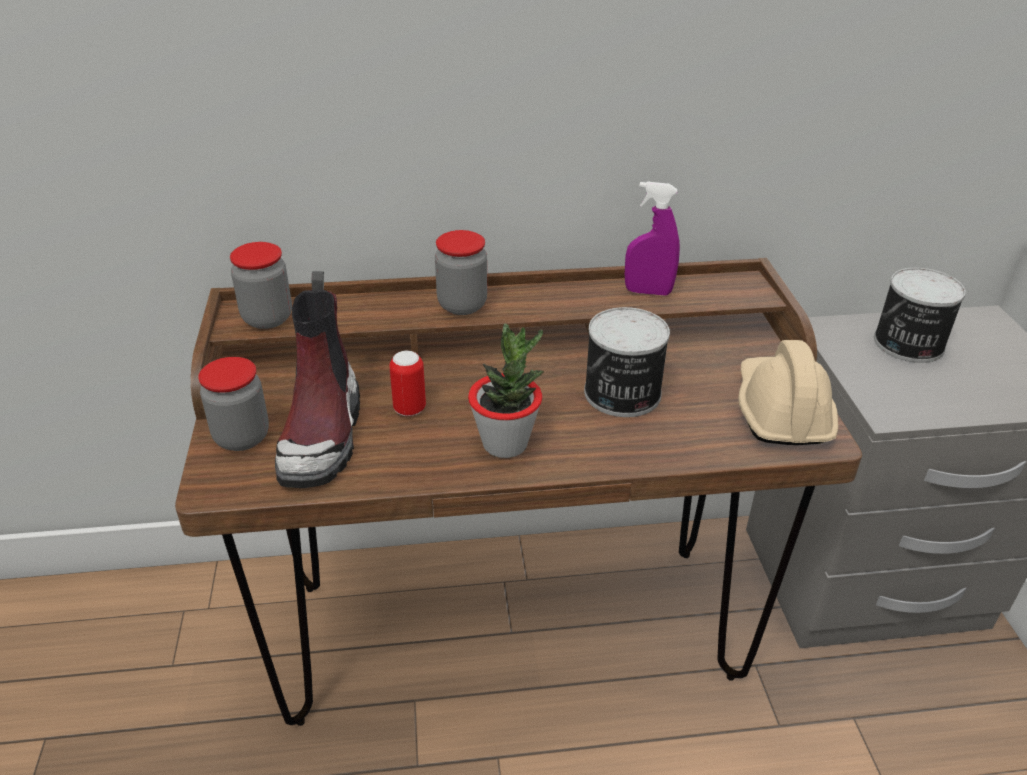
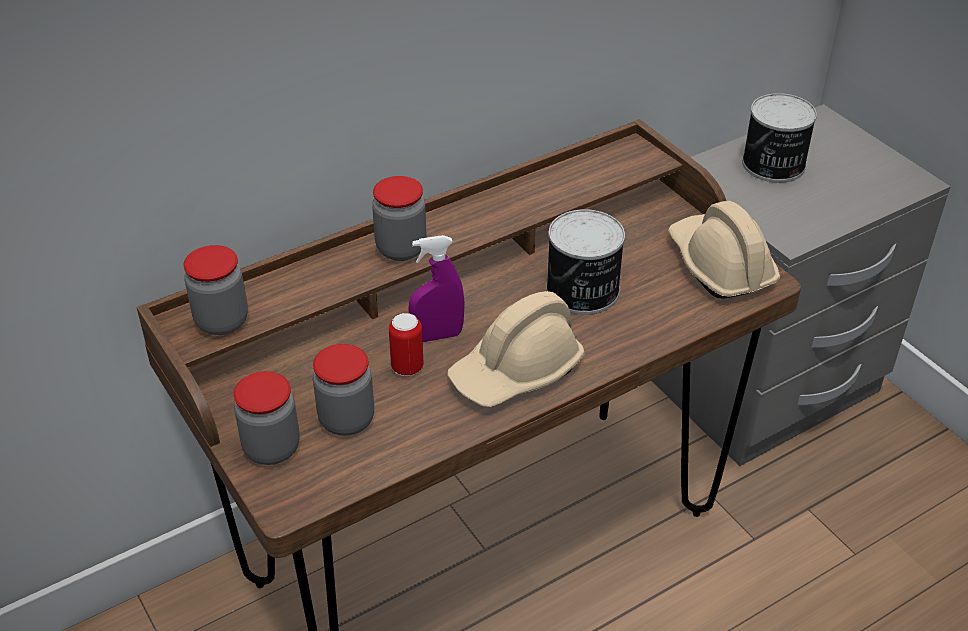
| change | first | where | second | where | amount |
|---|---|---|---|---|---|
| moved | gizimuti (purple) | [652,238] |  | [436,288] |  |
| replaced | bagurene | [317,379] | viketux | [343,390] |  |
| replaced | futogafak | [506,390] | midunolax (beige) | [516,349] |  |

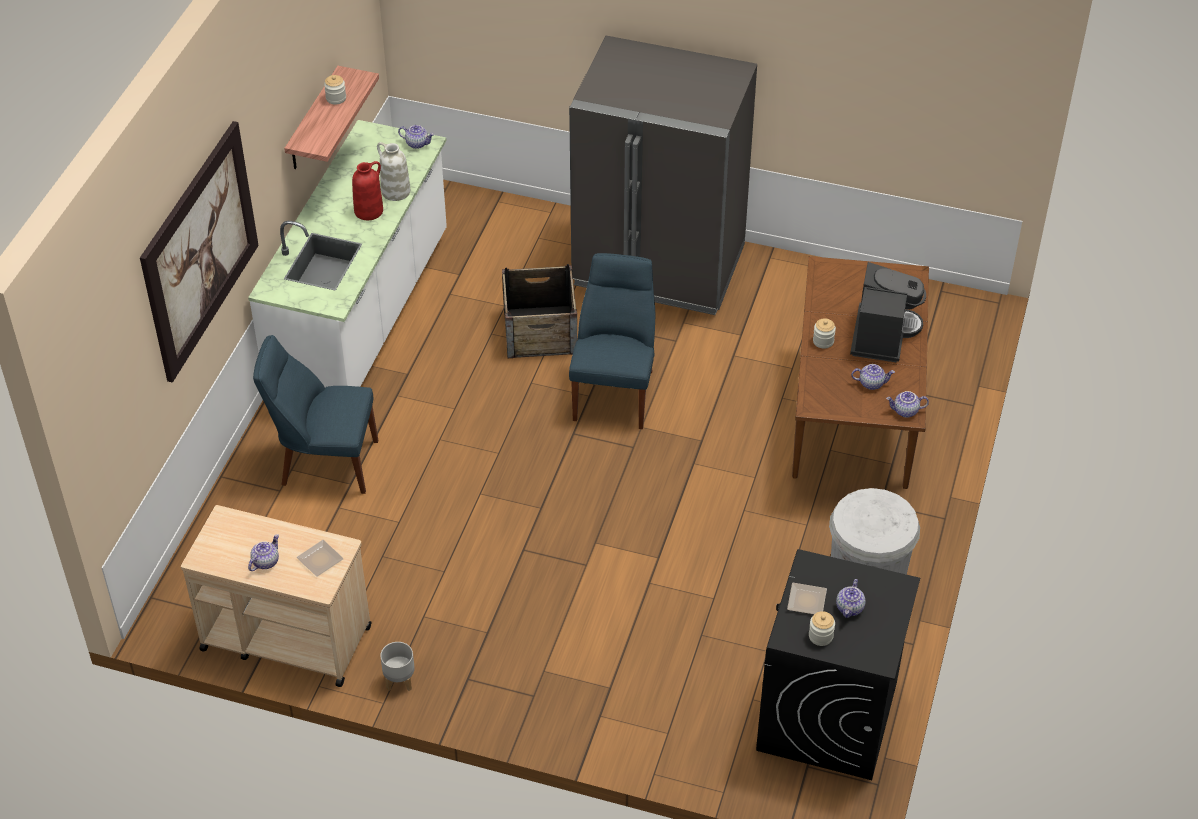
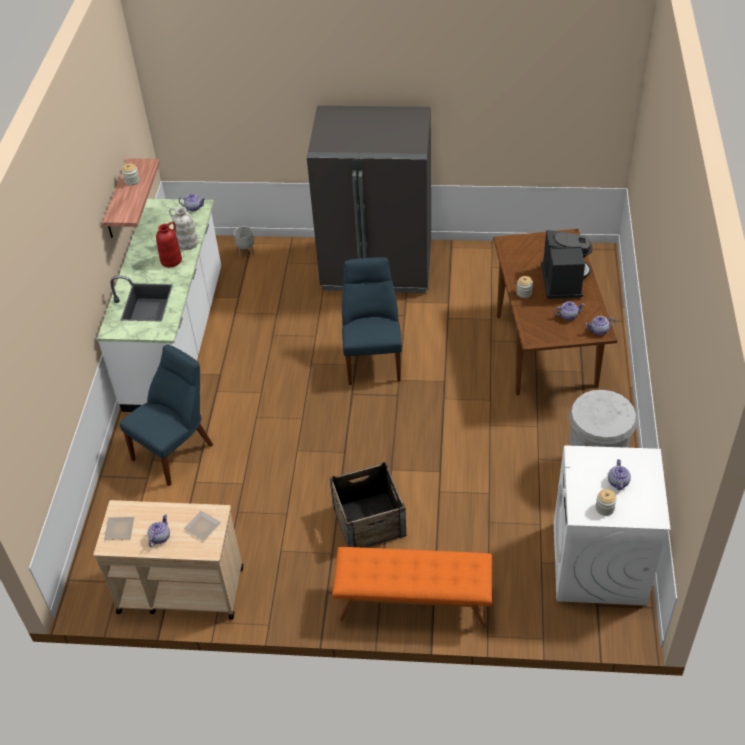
| change | first | where | second | where | amount |
|---|---|---|---|---|---|
| removed | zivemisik | [199,252] |  |  |  |
| moved | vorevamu | [539,311] |  | [368,505] |  |
| turned | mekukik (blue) | [315,414] |  | [166,415] | 135 degrees clockwise |
| recoloured | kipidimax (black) | [838,664] | kipidimax (white) | [612,525] |  |
| moved | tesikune | [807,598] |  | [119,528] |  |
| moved | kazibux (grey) | [397,666] |  | [244,242] |  |
| added |  |  | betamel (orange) | [412,587] |  |

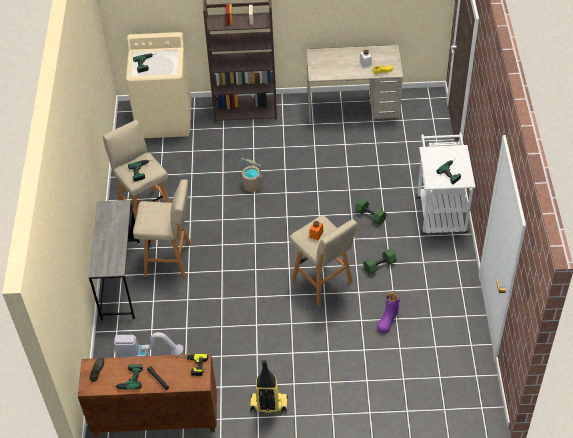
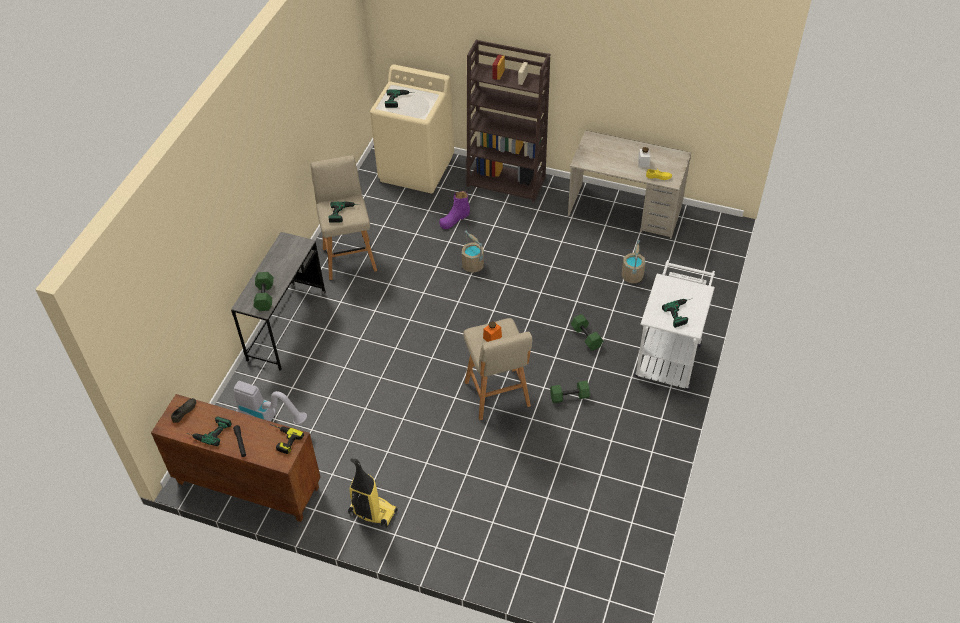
| change | first | where | second | where | amount |
|---|---|---|---|---|---|
| removed | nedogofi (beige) | [162,228] |  |  |  |
| moved | bagurene (purple) | [388,312] |  | [454,210] |  |
| added |  |  | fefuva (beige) | [634,261] |  |
| added |  |  | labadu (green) | [263,291] |  |

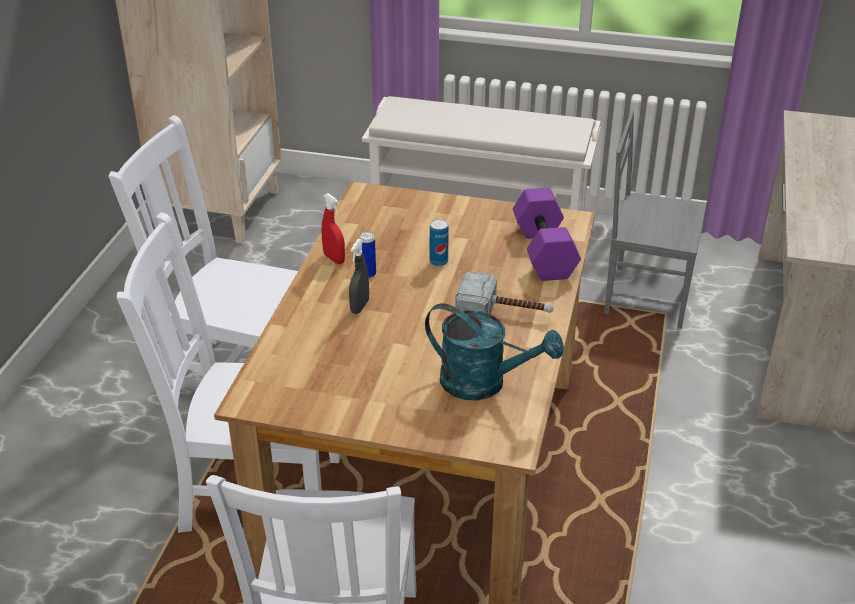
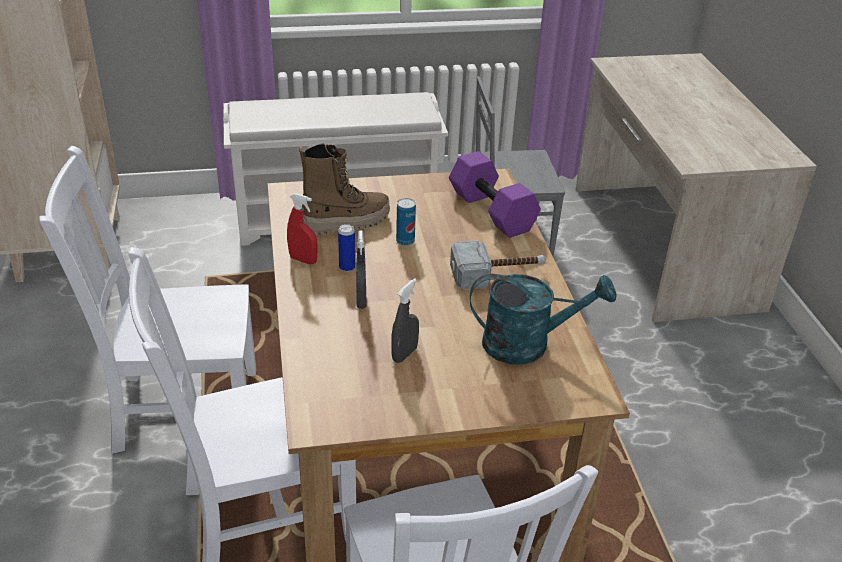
| change | first | where | second | where | amount |
|---|---|---|---|---|---|
| added |  |  | bagurene | [344,189] |  |
| added |  |  | gizimuti (grey) | [405,320] |  |

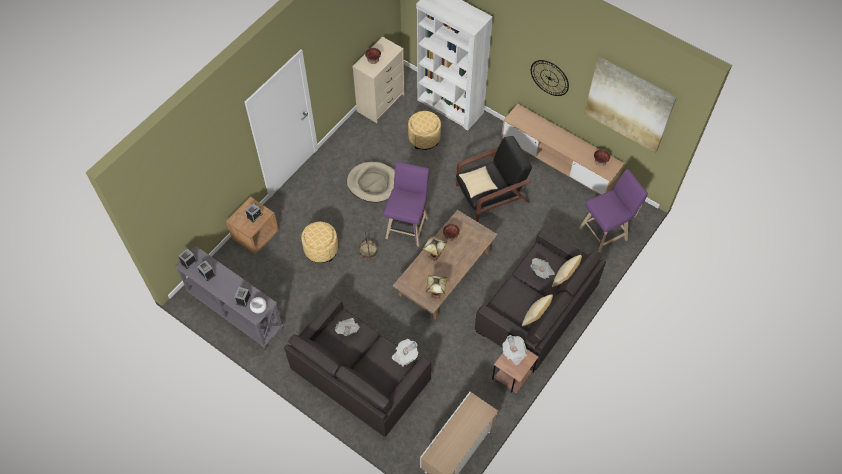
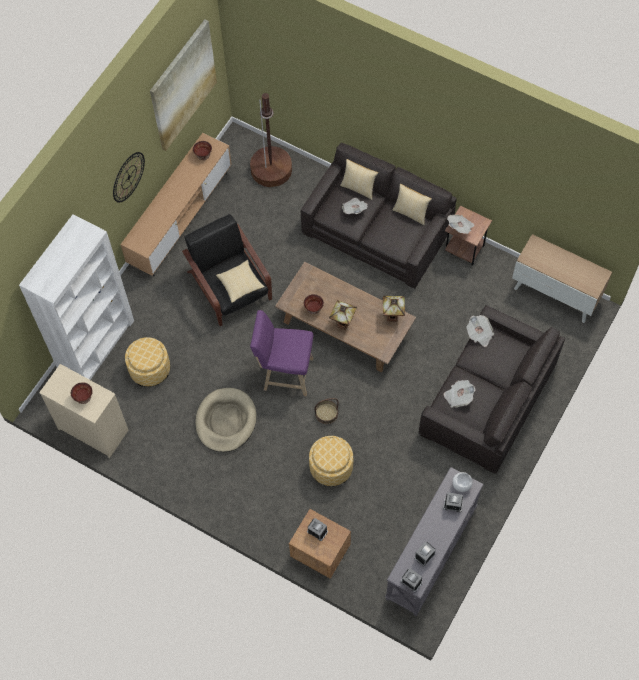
| change | first | where | second | where | amount |
|---|---|---|---|---|---|
| replaced | nedogofi (purple) | [613,211] | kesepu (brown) | [271,140] |  |

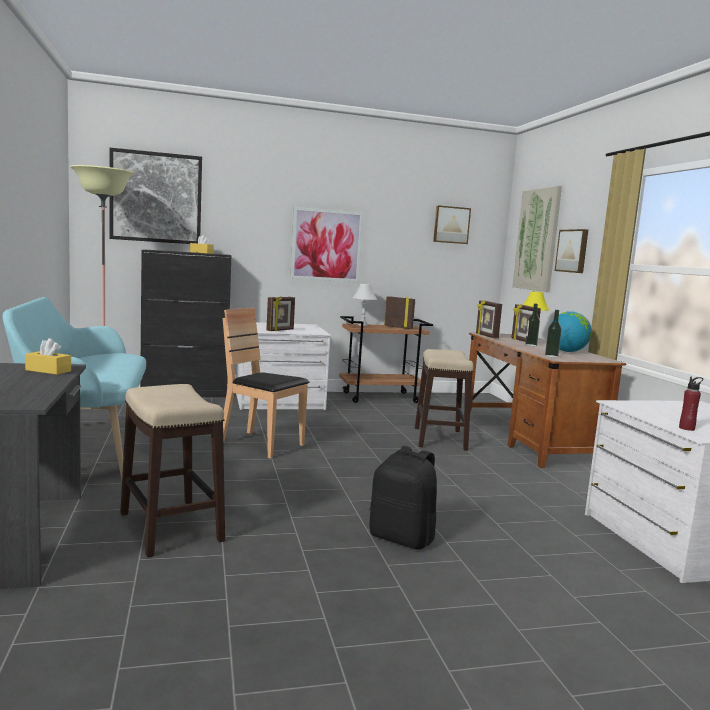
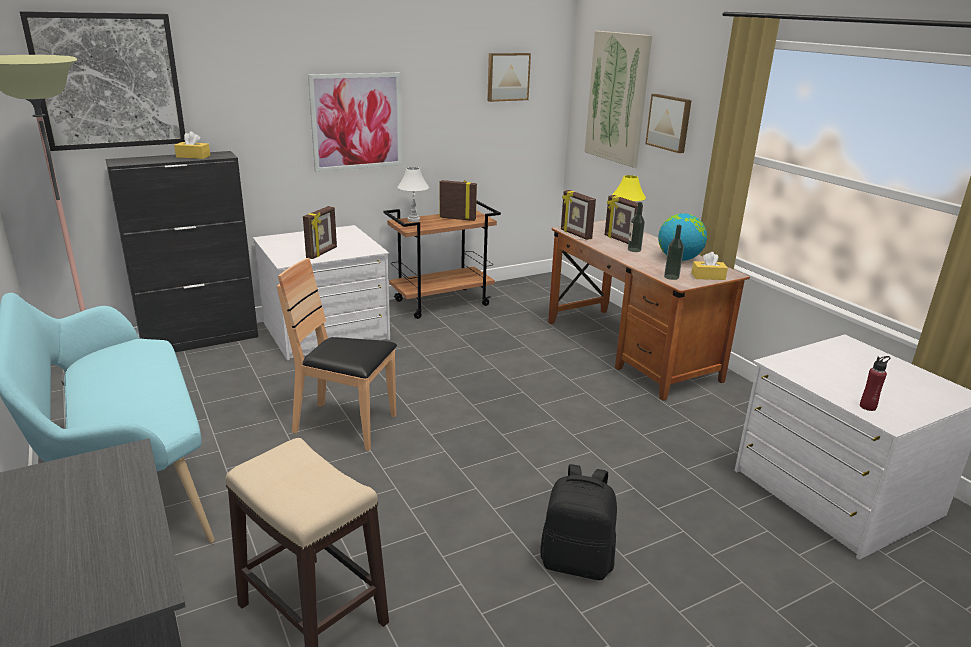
| change | first | where | second | where | amount |
|---|---|---|---|---|---|
| moved | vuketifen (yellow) | [48,356] |  | [710,266] |  |
| removed | nedogofi | [444,400] |  |  |  |

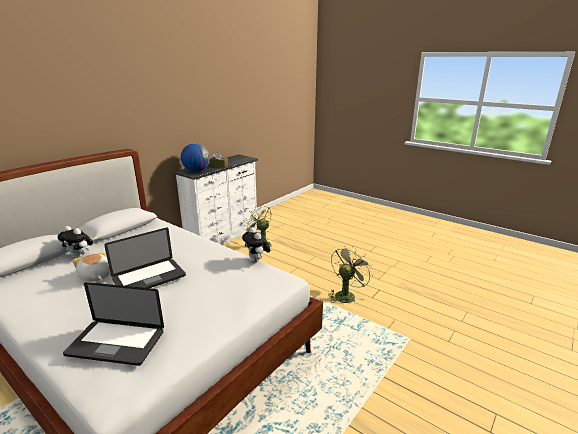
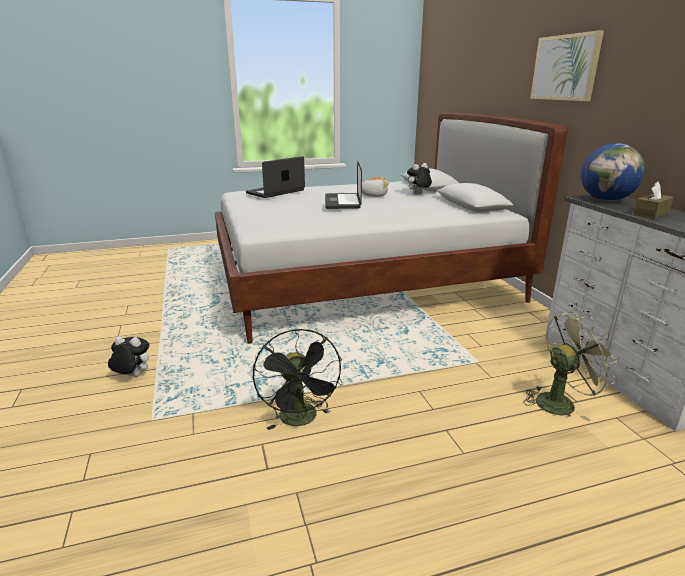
| change | first | where | second | where | amount |
|---|---|---|---|---|---|
| moved | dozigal | [256,244] |  | [128,356] |  |
| recoloured | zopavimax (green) | [350,274] | zopavimax (black) | [298,379] |  |
| added |  |  | zivemisik | [567,65] |  |

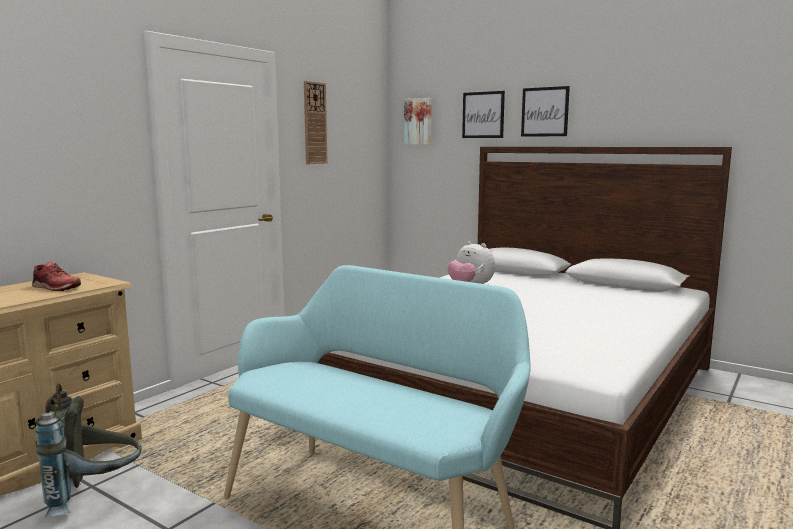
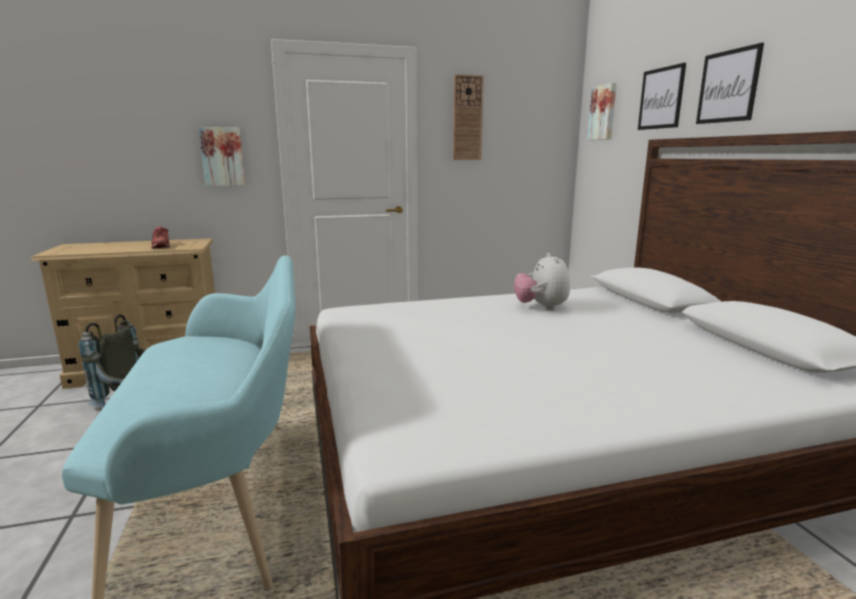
| change | first | where | second | where | amount |
|---|---|---|---|---|---|
| added |  |  | zivemisik | [222,156] |  |

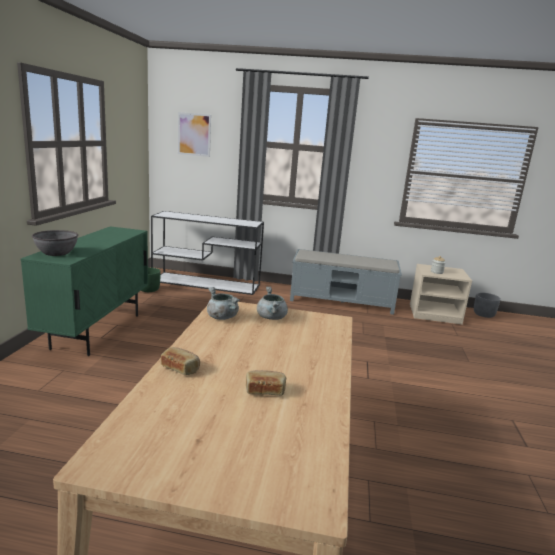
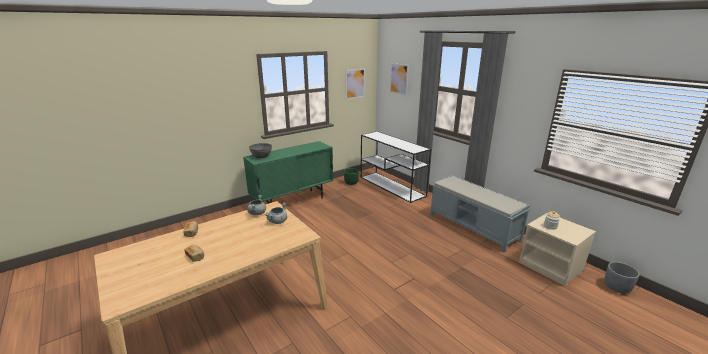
| change | first | where | second | where | amount |
|---|---|---|---|---|---|
| added |  |  | zivemisik | [355,84] |  |

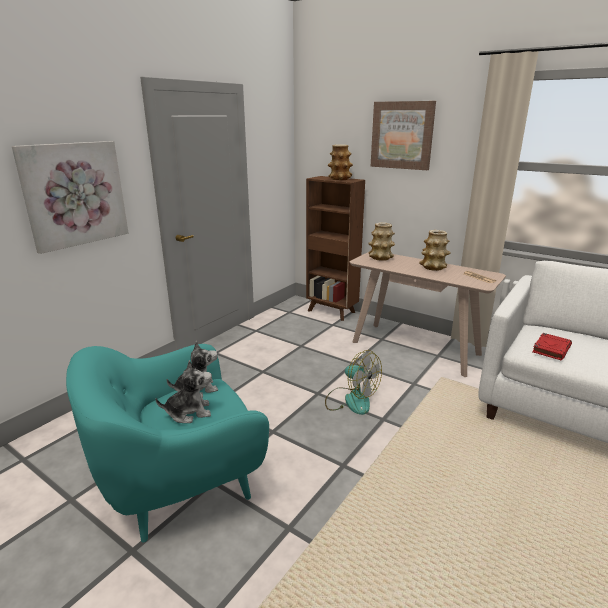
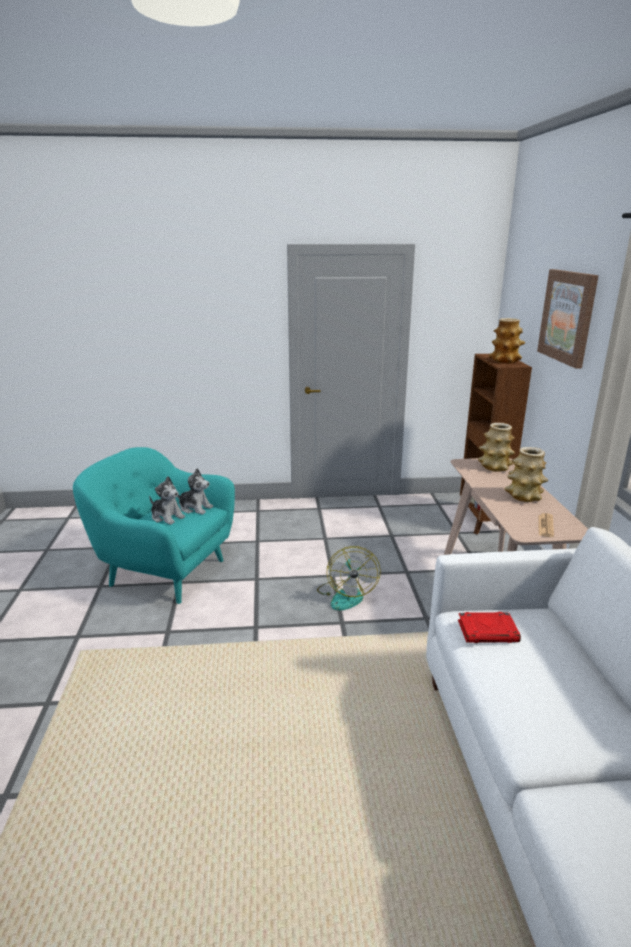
| change | first | where | second | where | amount |
|---|---|---|---|---|---|
| removed | zivemisik | [70,197] |  |  |  |

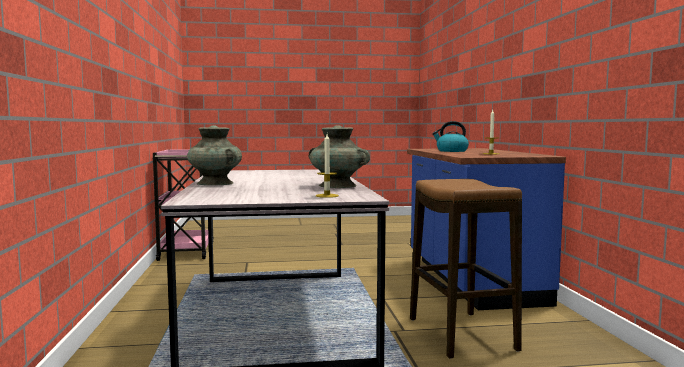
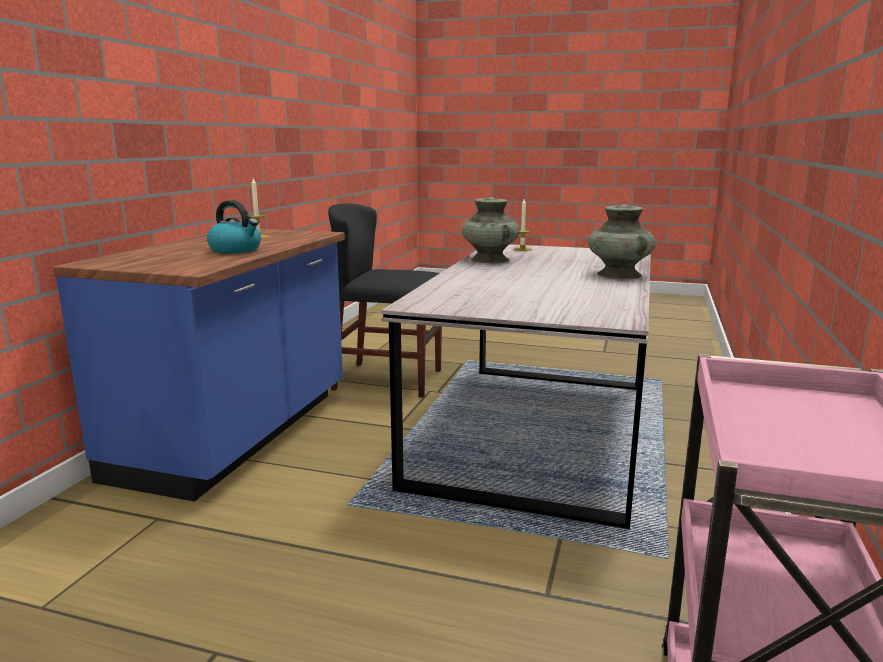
| change | first | where | second | where | amount |
|---|---|---|---|---|---|
| replaced | nedogofi | [466,269] | mekukik (black) | [385,300] |  |

